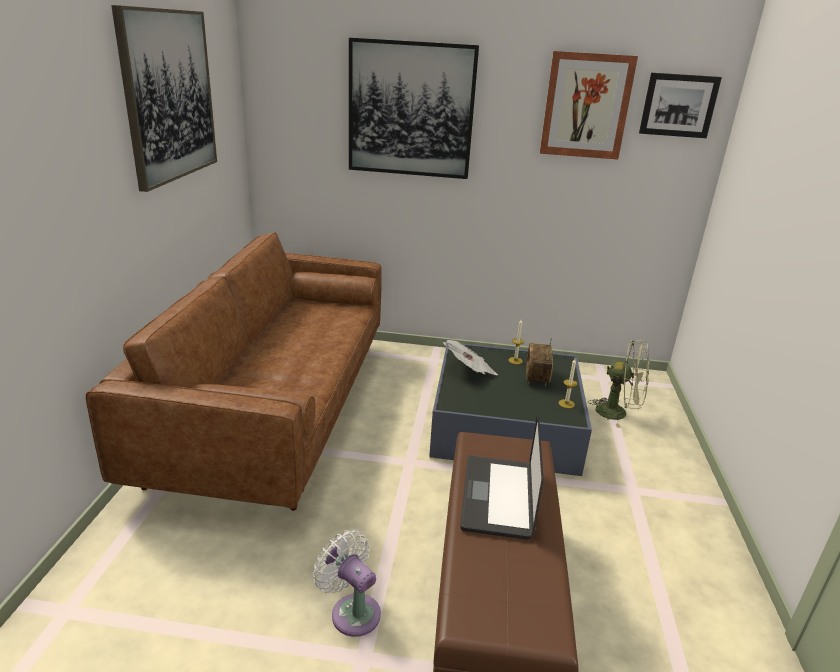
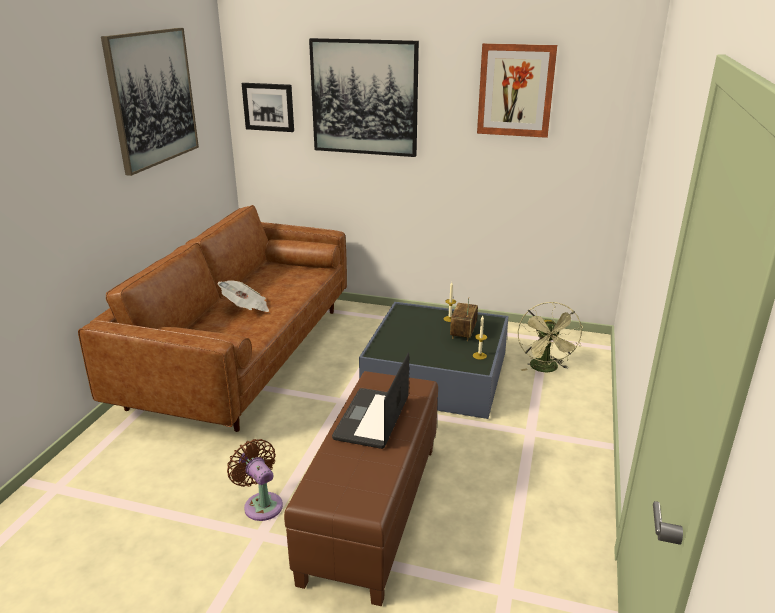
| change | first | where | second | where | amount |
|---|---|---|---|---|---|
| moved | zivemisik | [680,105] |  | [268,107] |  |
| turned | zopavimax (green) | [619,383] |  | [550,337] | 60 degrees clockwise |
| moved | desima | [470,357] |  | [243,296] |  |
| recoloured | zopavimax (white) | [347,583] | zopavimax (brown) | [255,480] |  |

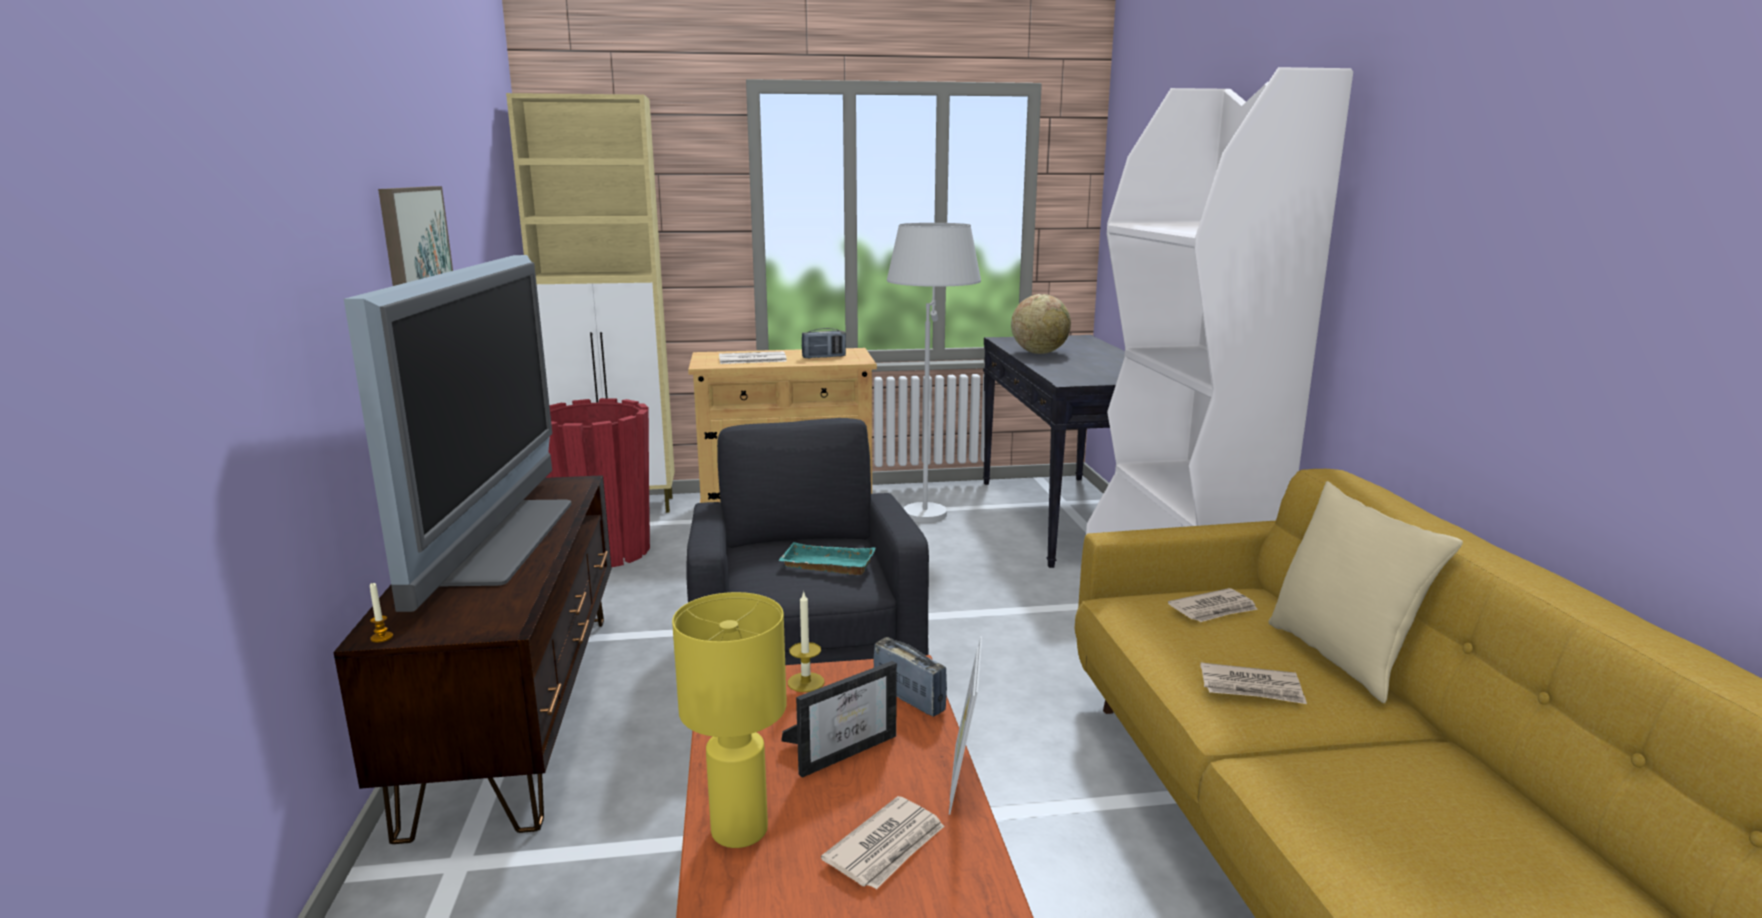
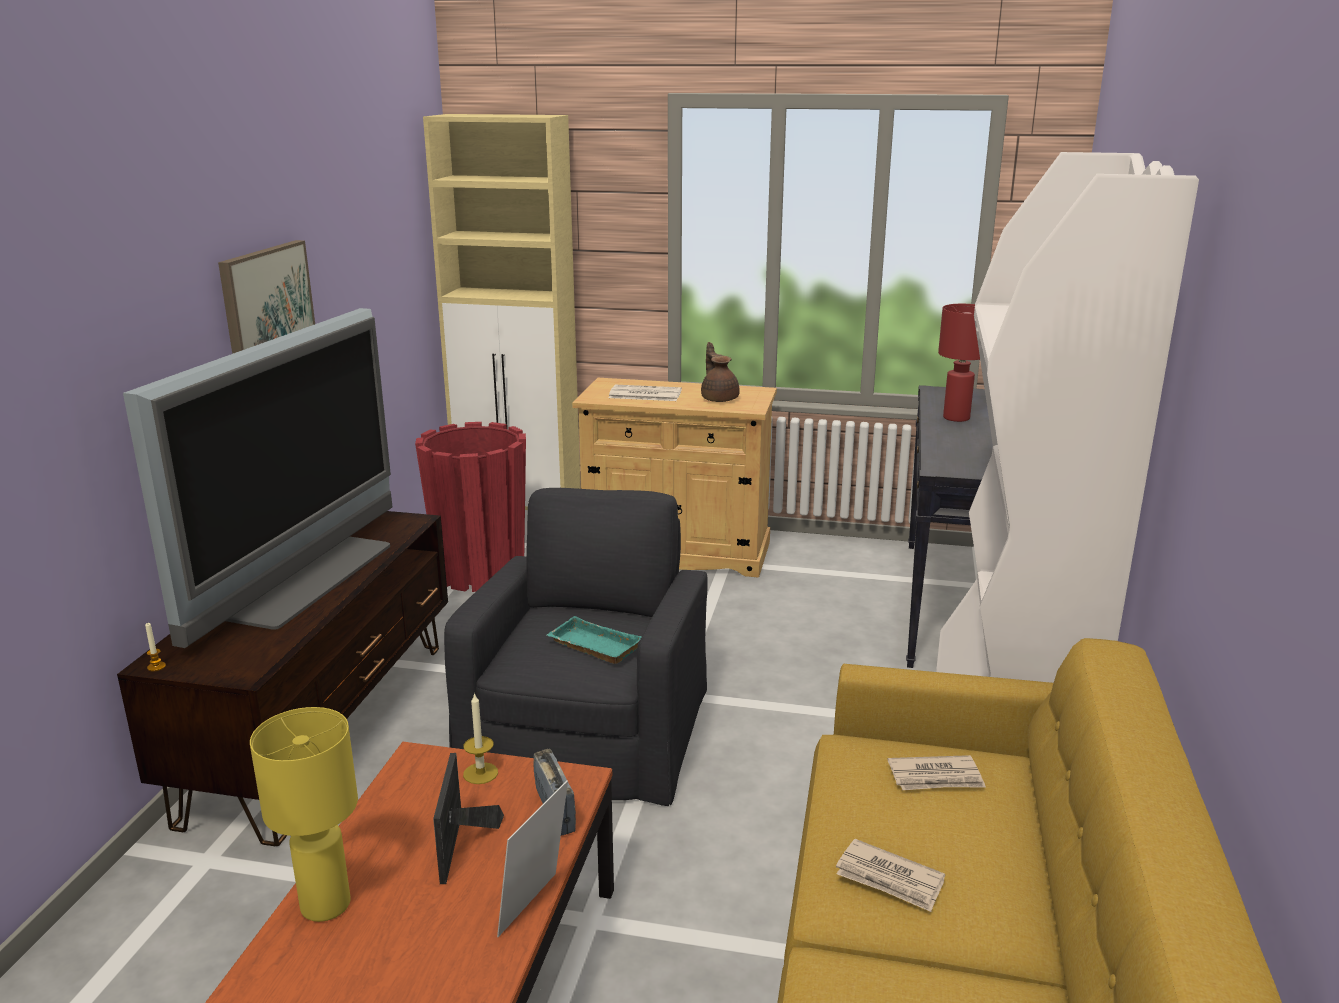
| change | first | where | second | where | amount |
|---|---|---|---|---|---|
| removed | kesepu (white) | [934,373] |  |  |  |
| replaced | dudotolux | [1041,324] | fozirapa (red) | [959,363] |  |
| replaced | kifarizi | [824,343] | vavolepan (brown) | [720,372] |  |
| removed | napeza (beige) | [1365,592] |  |  |  |
| turned | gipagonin | [839,719] |  | [468,818] | 105 degrees clockwise |
| removed | desima | [883,843] |  |  |  |

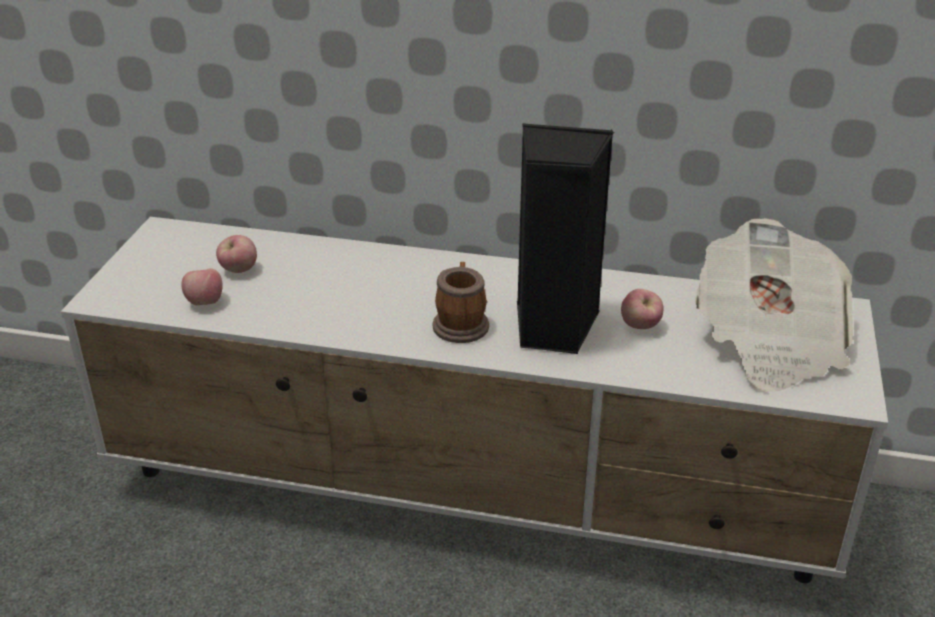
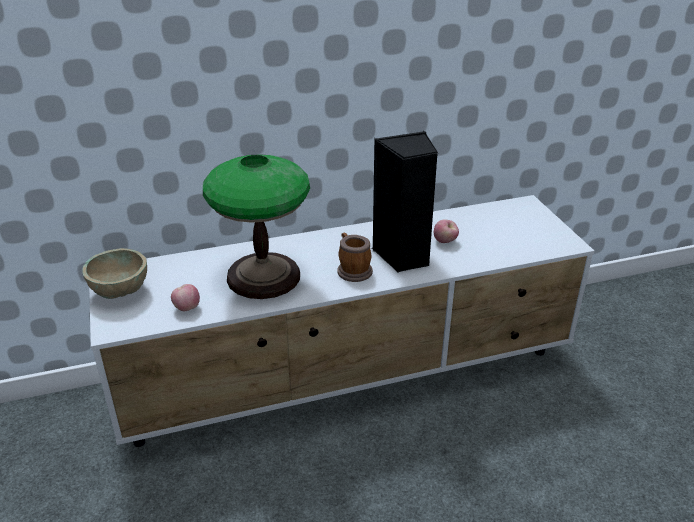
| change | first | where | second | where | amount |
|---|---|---|---|---|---|
| removed | desima | [774,305] |  |  |  |
| removed | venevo | [236,254] |  |  |  |
| added |  |  | fozirapa | [256,226] |  |
| added |  |  | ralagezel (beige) | [114,273] |  |

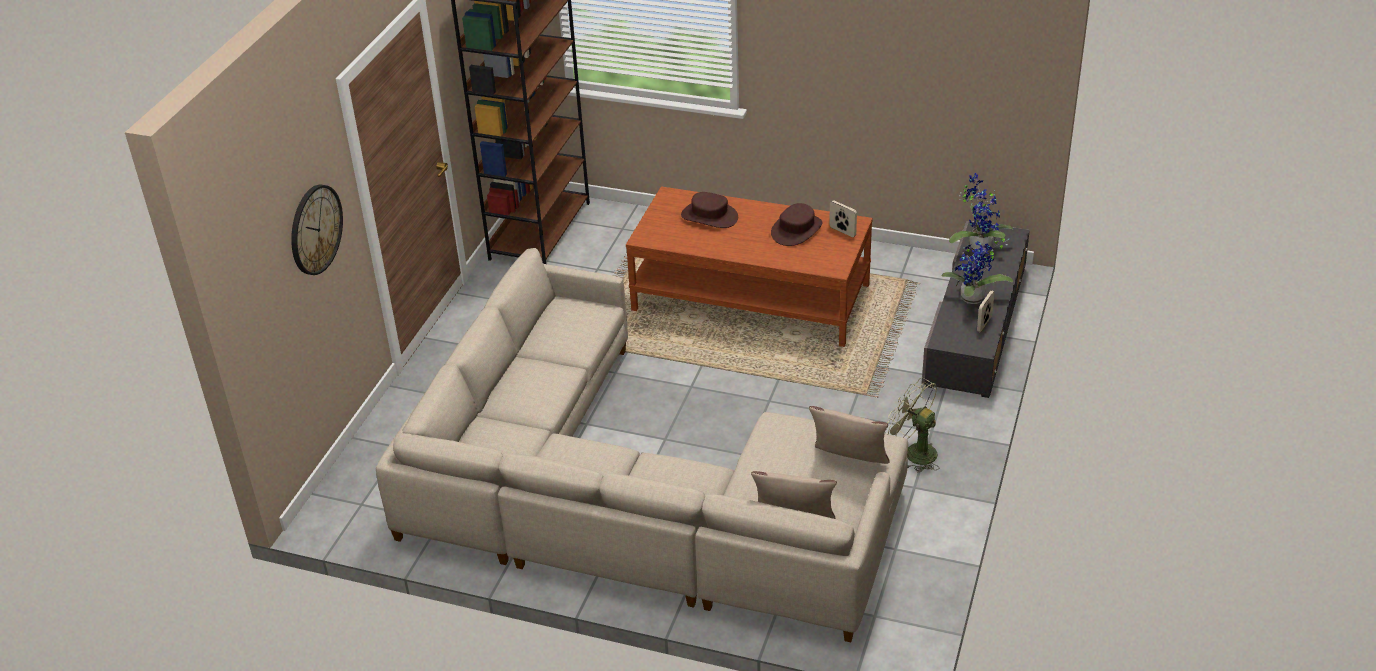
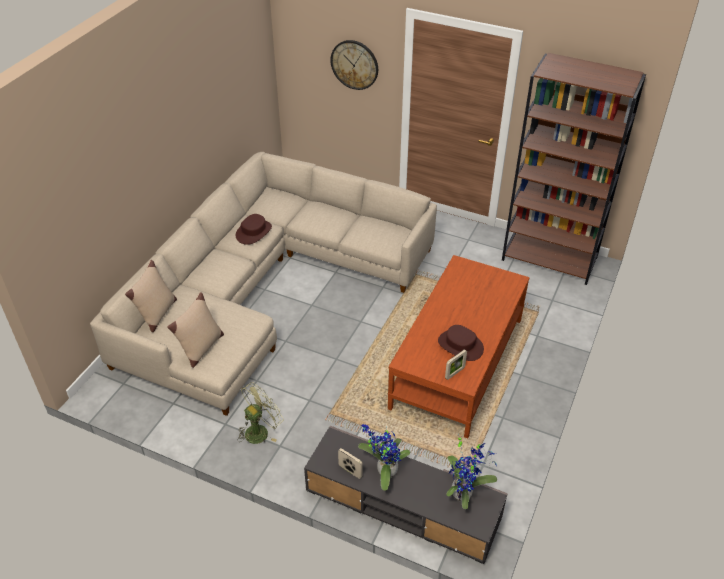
| change | first | where | second | where | amount |
|---|---|---|---|---|---|
| moved | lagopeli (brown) | [709,210] |  | [254,229] |  |

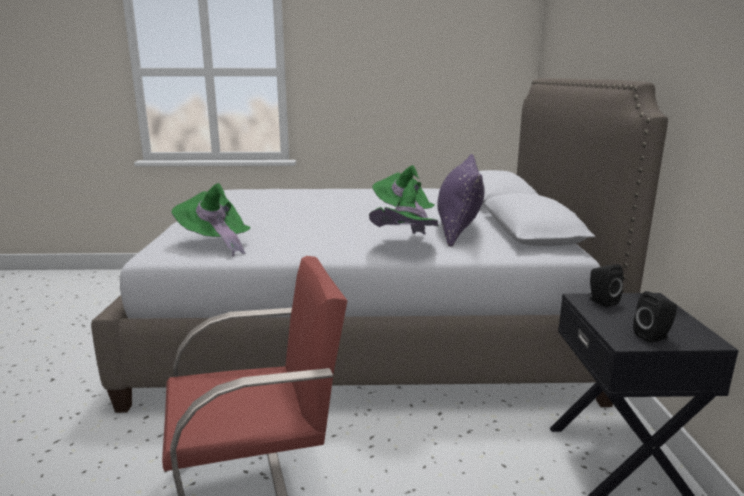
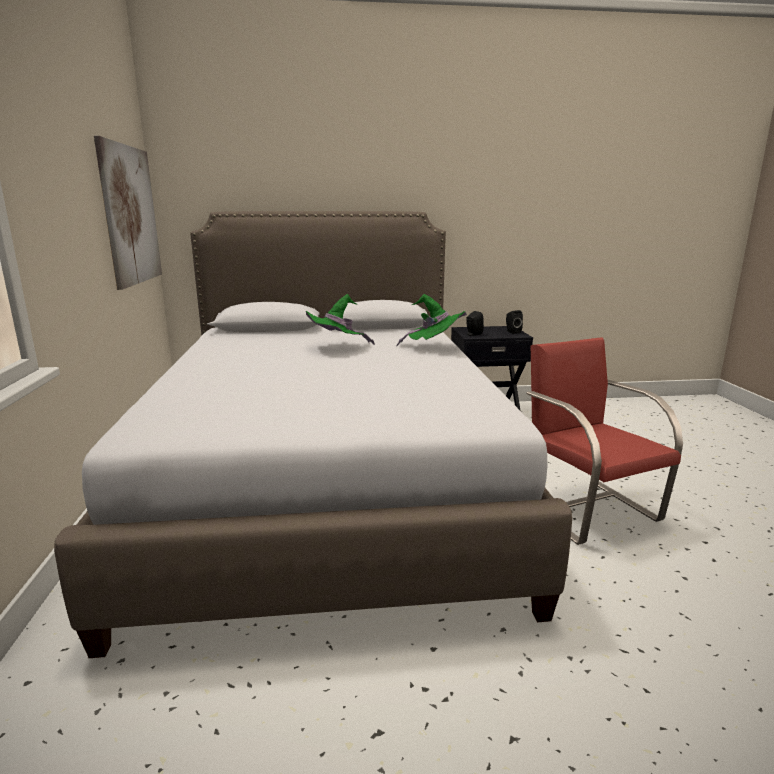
| change | first | where | second | where | amount |
|---|---|---|---|---|---|
| removed | napeza (purple) | [461,200] |  |  |  |
| removed | lagopeli (green) | [211,219] |  |  |  |
| added |  |  | zivemisik | [128,213] |  |

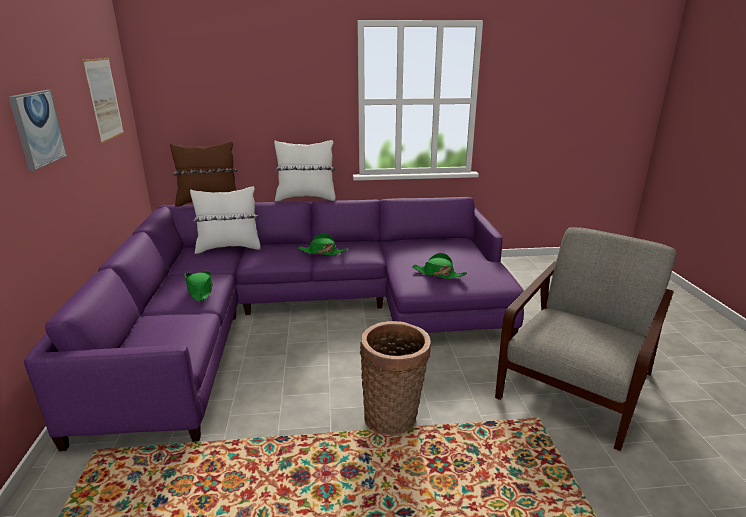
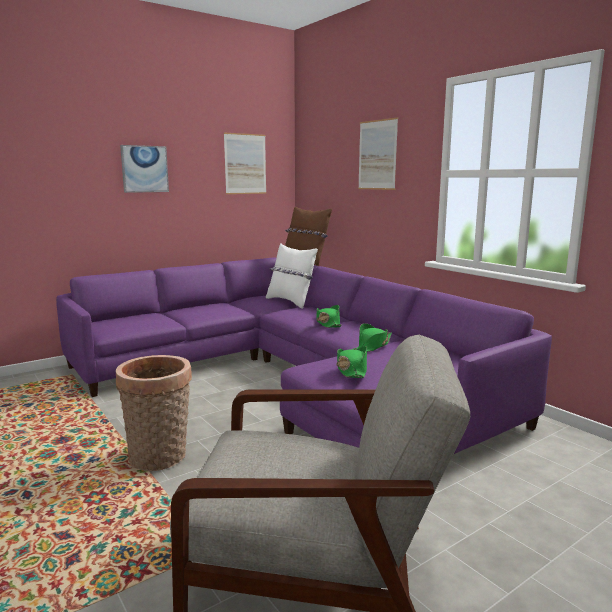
| change | first | where | second | where | amount |
|---|---|---|---|---|---|
| removed | napeza (white) | [305,170] |  |  |  |
| moved | lagopeli (green) | [199,286] |  | [372,337] |  |
| added |  |  | zivemisik | [378,153] |  |

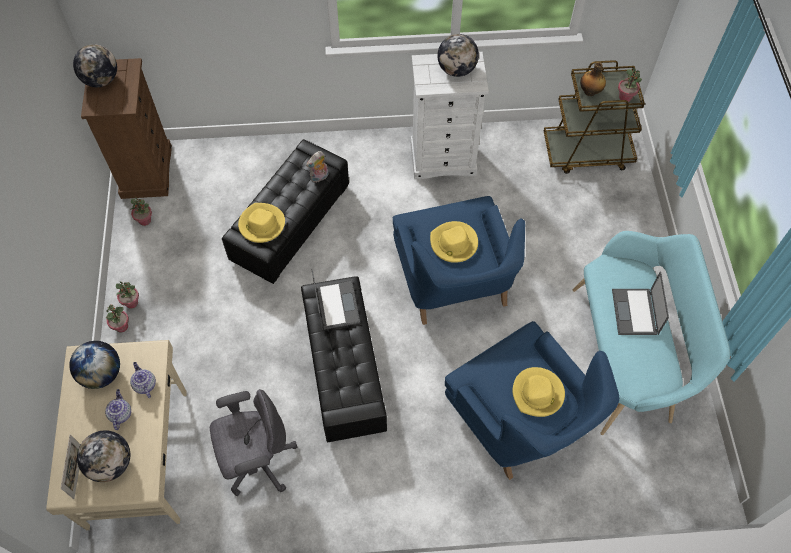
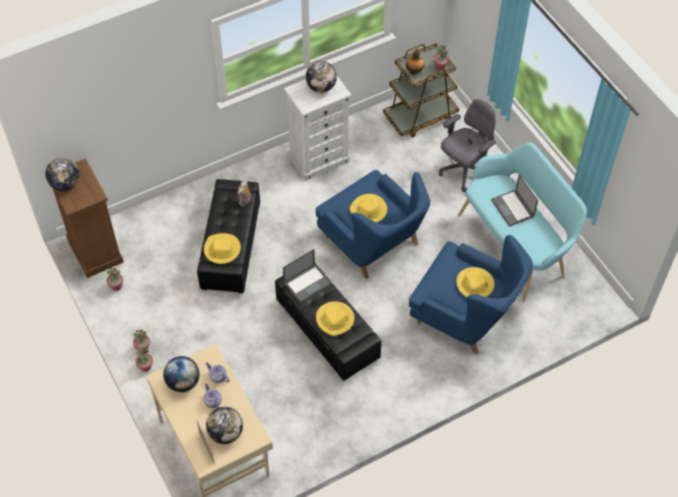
| change | first | where | second | where | amount |
|---|---|---|---|---|---|
| turned | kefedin | [336,299] |  | [307,276] | 90 degrees clockwise |
| moved | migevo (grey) | [253,442] |  | [467,145] |  |
| added |  |  | lagopeli (yellow) | [335,319] |  |

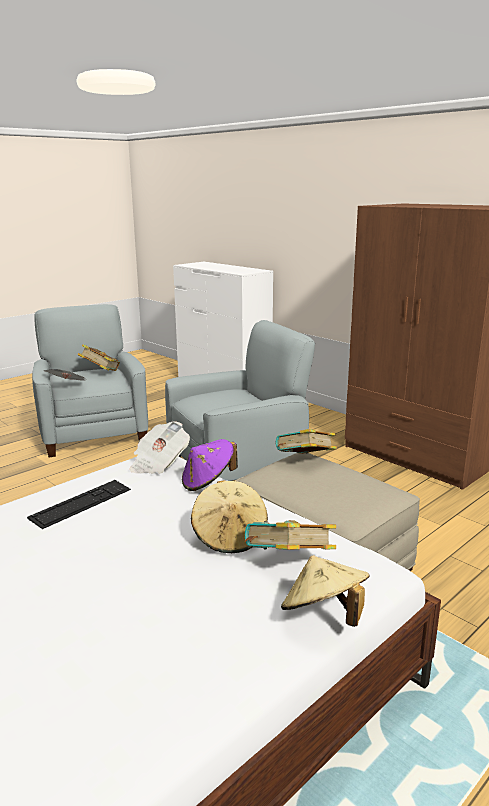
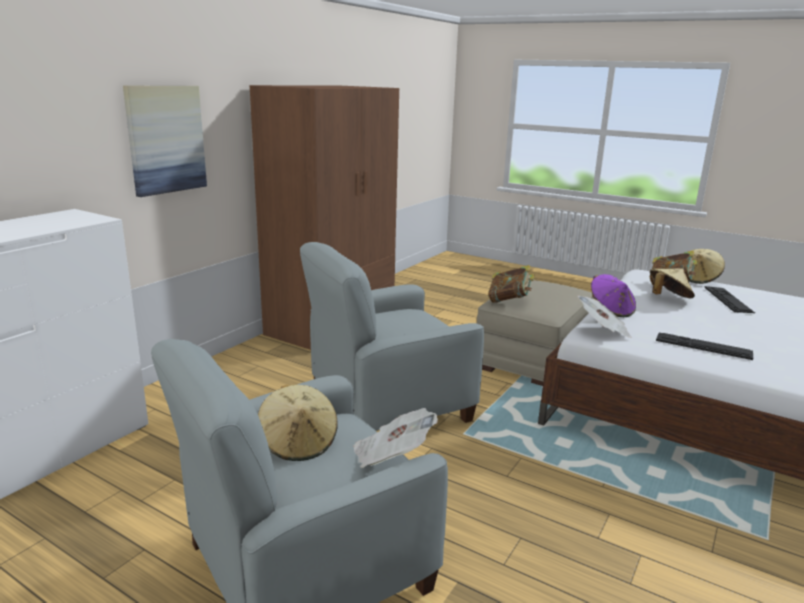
| change | first | where | second | where | amount |
|---|---|---|---|---|---|
| turned | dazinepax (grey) | [240,400] |  | [392,336] | 75 degrees counterclockwise |
| replaced | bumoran | [98,357] | lagopeli (beige) | [298,423] |  |
| added |  |  | zivemisik | [165,141] |  |
| added |  |  | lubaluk | [729,299] |  |

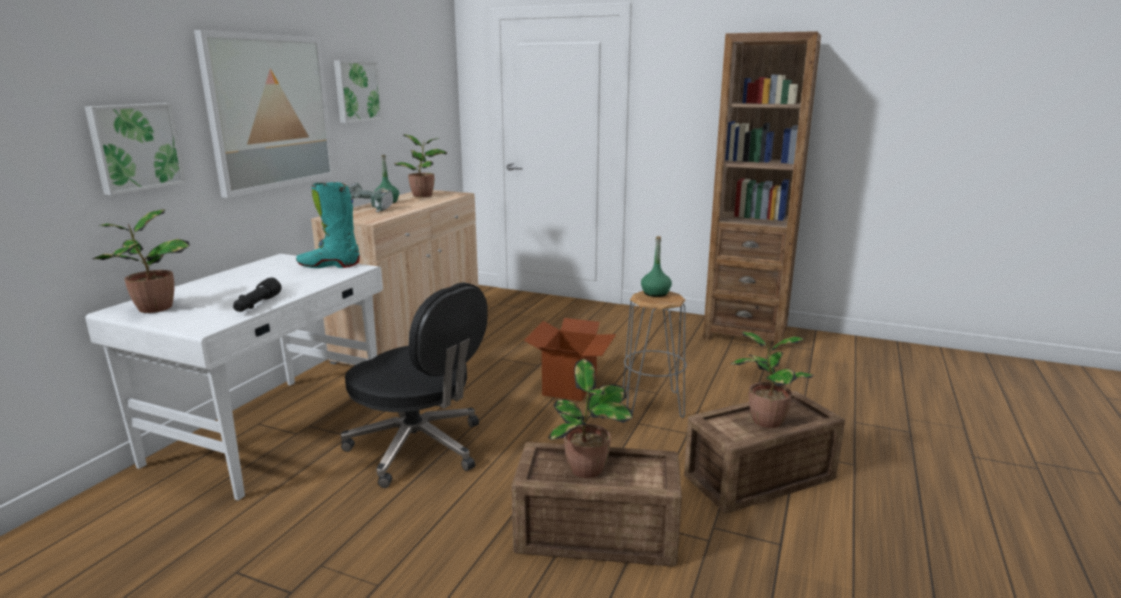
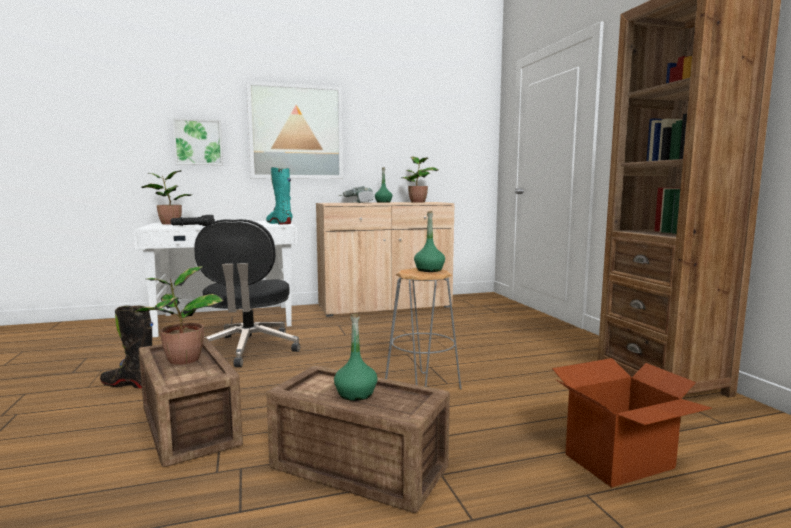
| change | first | where | second | where | amount |
|---|---|---|---|---|---|
| removed | zivemisik | [358,91] |  |  |  |
| moved | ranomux | [570,359] |  | [632,423] |  |
| replaced | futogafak | [772,380] | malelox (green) | [356,357] |  |
| added |  |  | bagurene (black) | [126,347] |  |

